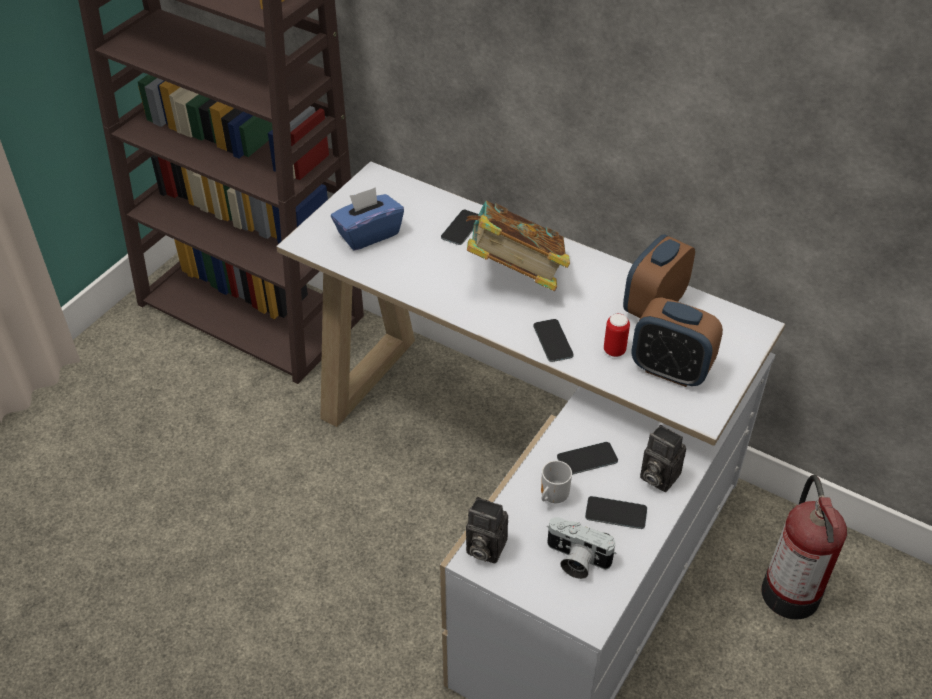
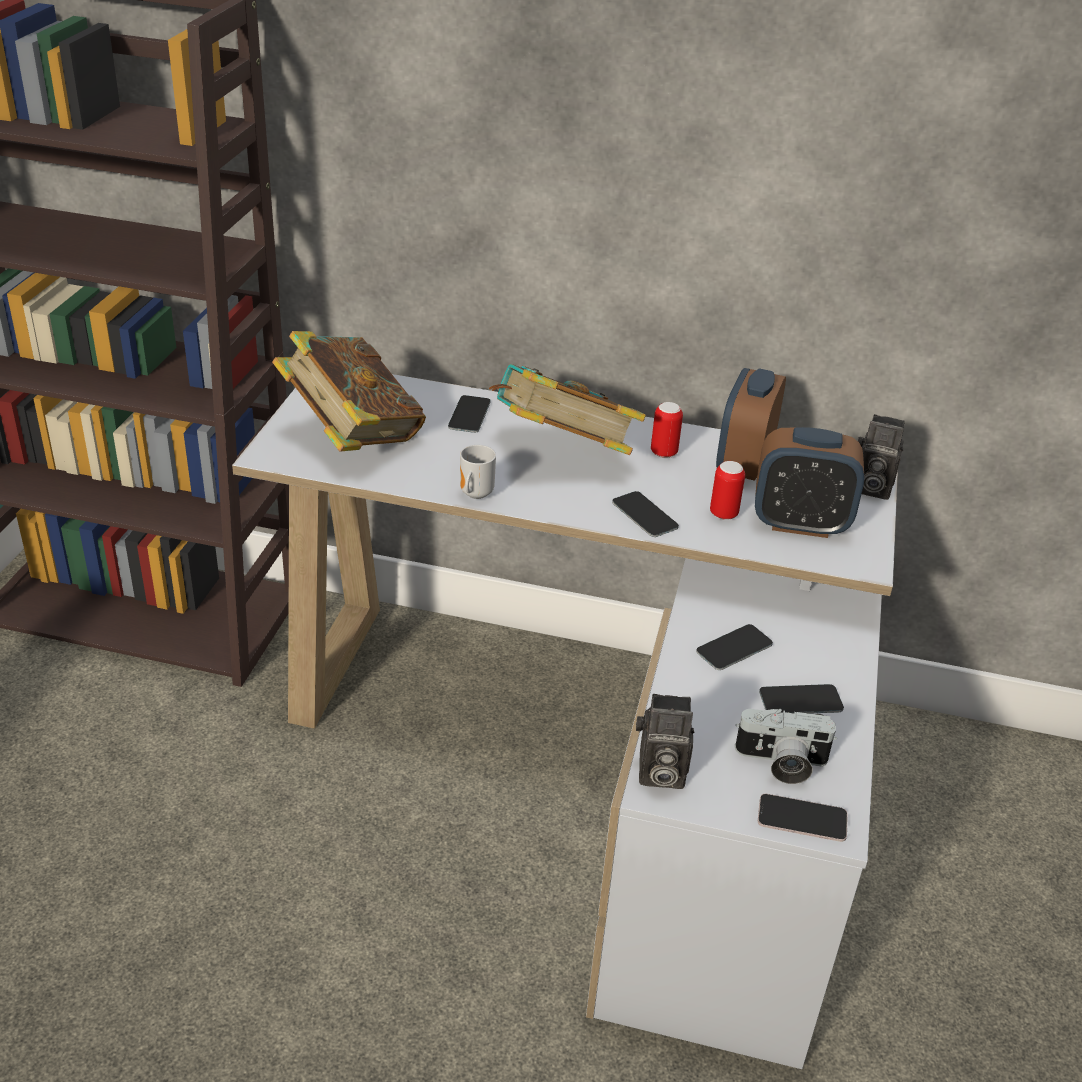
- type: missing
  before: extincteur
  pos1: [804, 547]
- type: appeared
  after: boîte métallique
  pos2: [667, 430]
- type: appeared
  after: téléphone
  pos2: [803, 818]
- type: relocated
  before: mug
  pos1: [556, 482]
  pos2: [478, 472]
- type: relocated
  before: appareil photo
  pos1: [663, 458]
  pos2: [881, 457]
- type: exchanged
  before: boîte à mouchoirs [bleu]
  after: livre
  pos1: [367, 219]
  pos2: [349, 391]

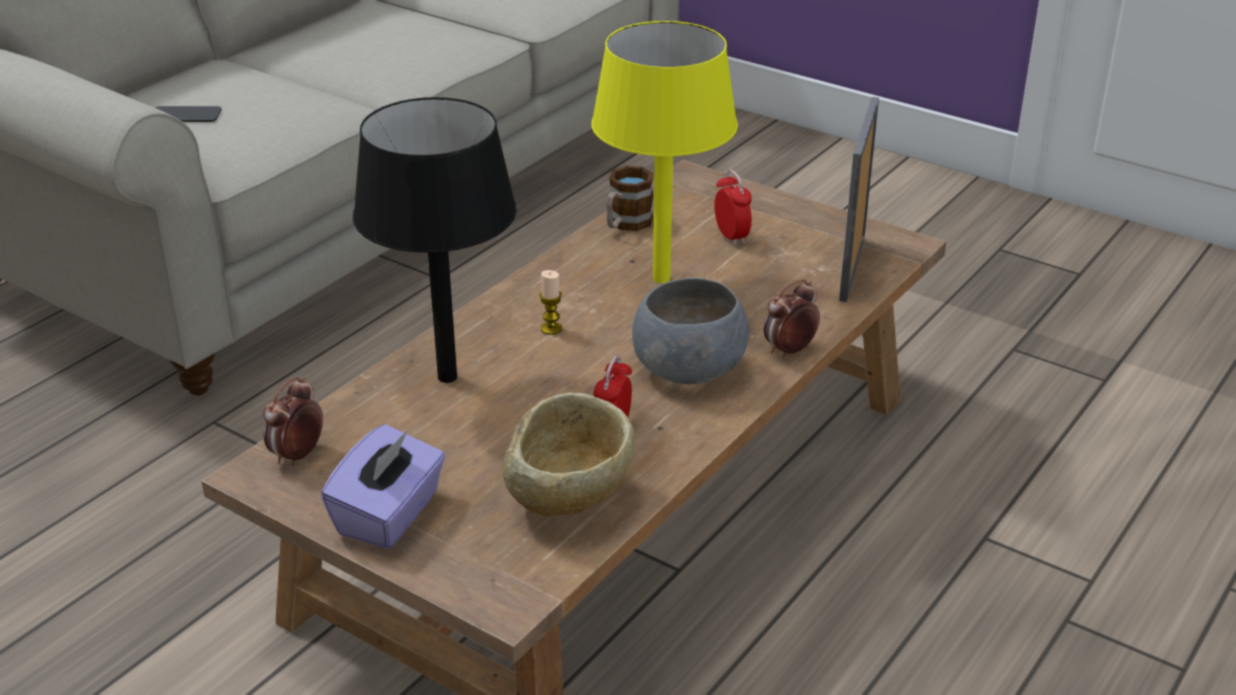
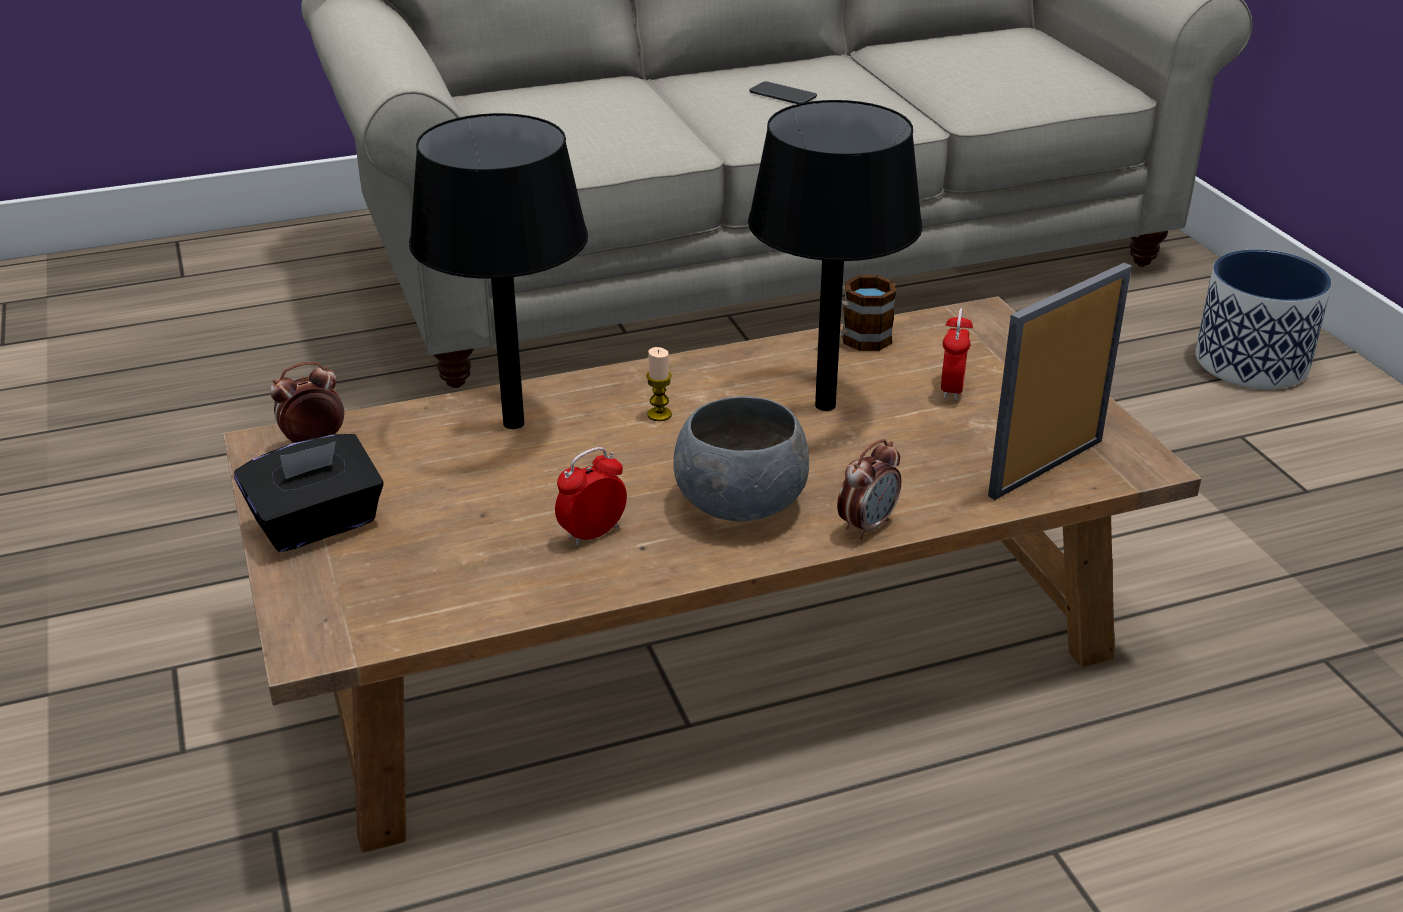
- type: missing
  before: bol [beige]
  pos1: [568, 455]
- type: appeared
  after: cache-pot
  pos2: [1264, 319]
- type: relocated
  before: téléphone
  pos1: [189, 114]
  pos2: [783, 92]
- type: colour
  before: boîte à mouchoirs [violet]
  after: boîte à mouchoirs [noir]
  pos1: [383, 486]
  pos2: [309, 493]
- type: colour
  before: lampe de table [jaune]
  after: lampe de table [noir]
  pos1: [664, 152]
  pos2: [835, 255]
- type: spun
  before: réveil
  pos1: [792, 318]
  pos2: [869, 489]
  turn: 135

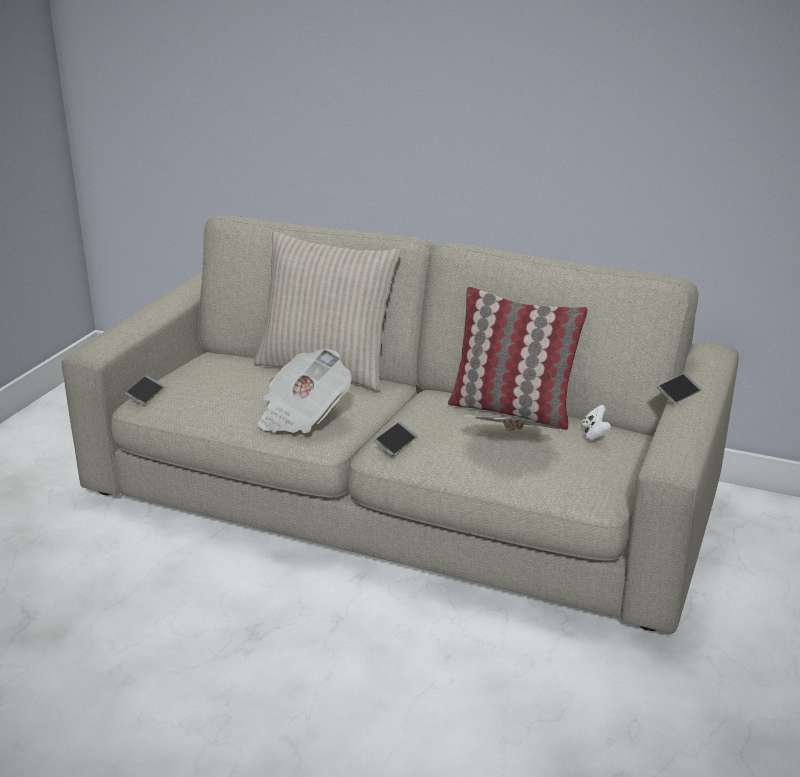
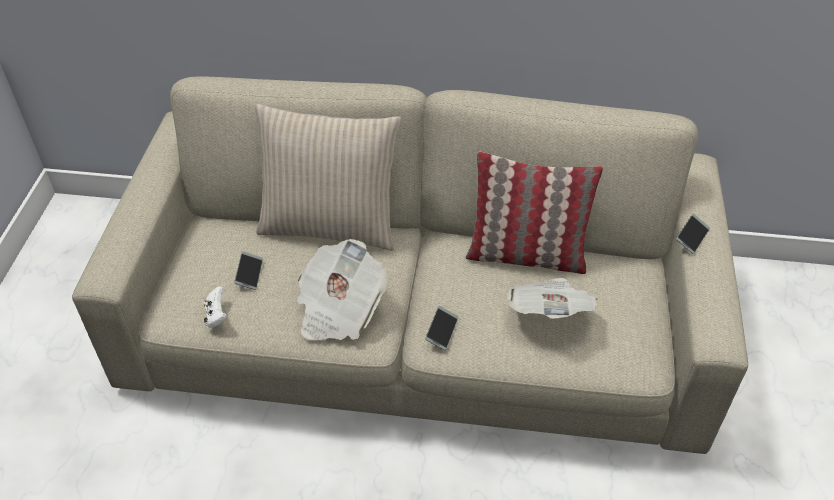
- type: relocated
  before: téléphone
  pos1: [144, 390]
  pos2: [248, 270]
- type: relocated
  before: manette [blanc]
  pos1: [596, 422]
  pos2: [215, 307]

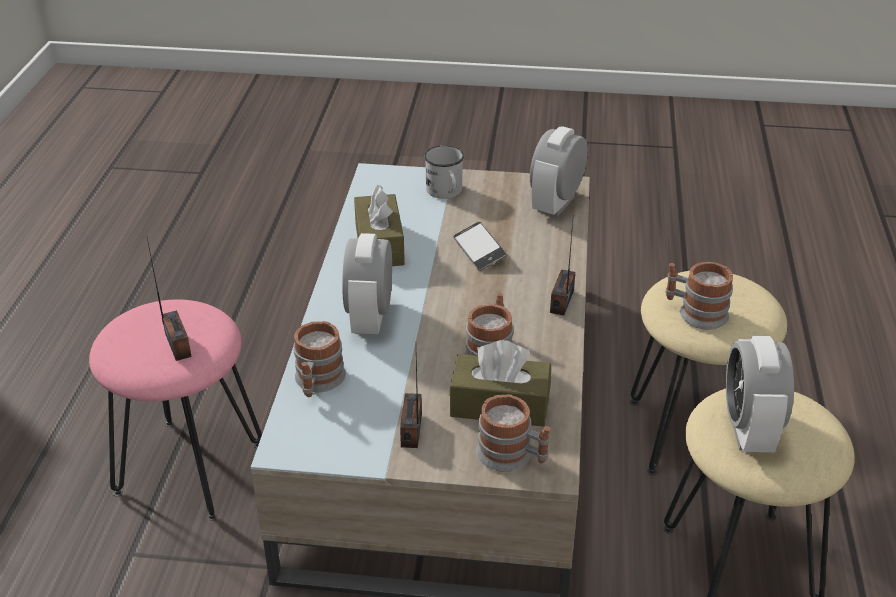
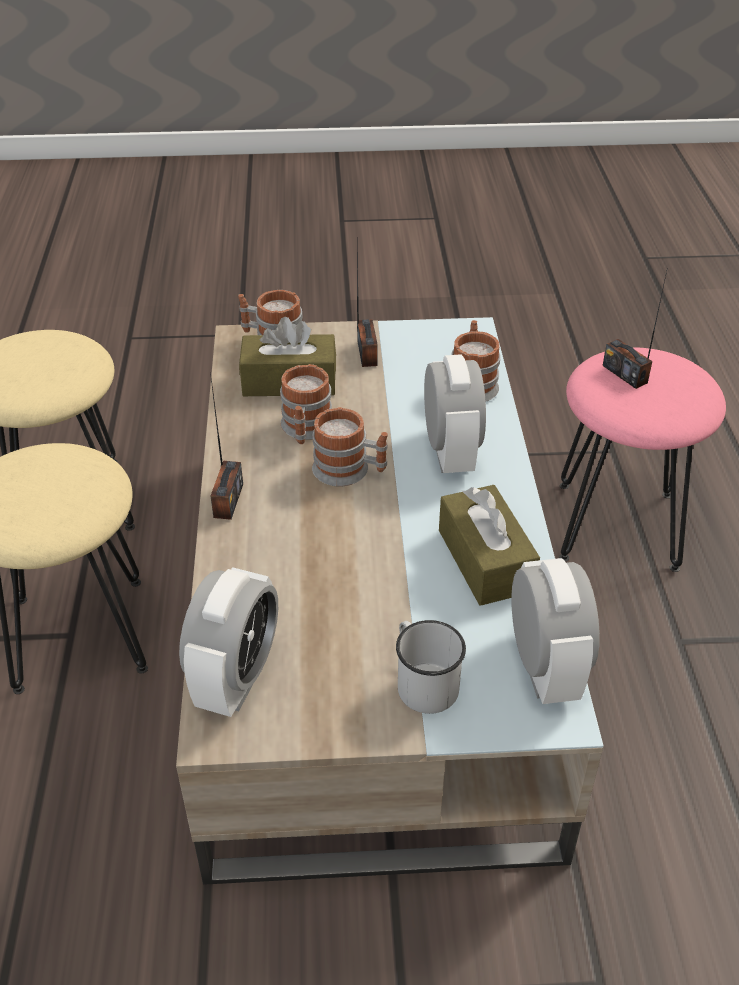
- type: missing
  before: téléphone
  pos1: [480, 246]
- type: relocated
  before: mug
  pos1: [699, 296]
  pos2: [350, 447]
- type: relocated
  before: réveil
  pos1: [760, 394]
  pos2: [555, 631]

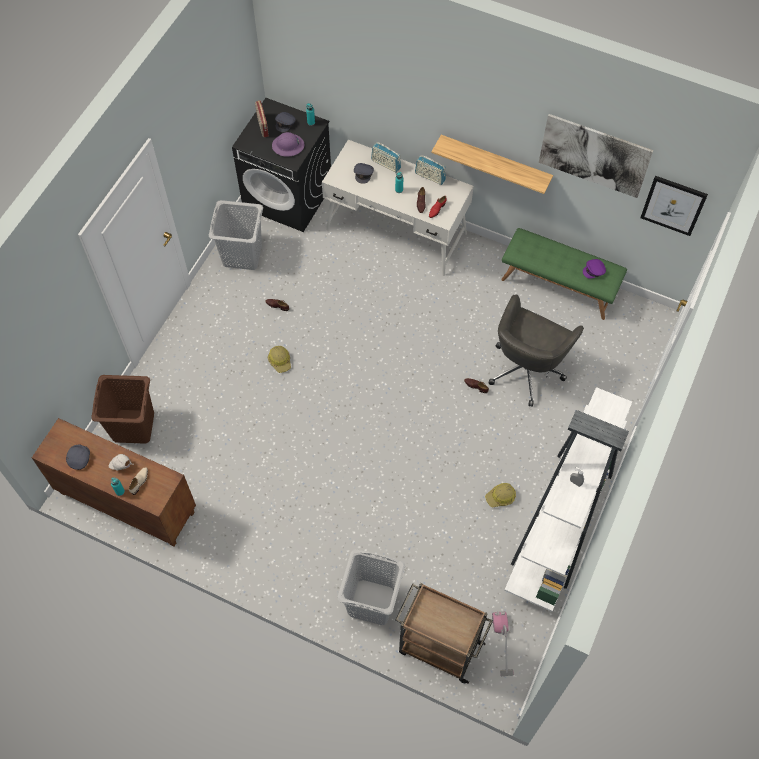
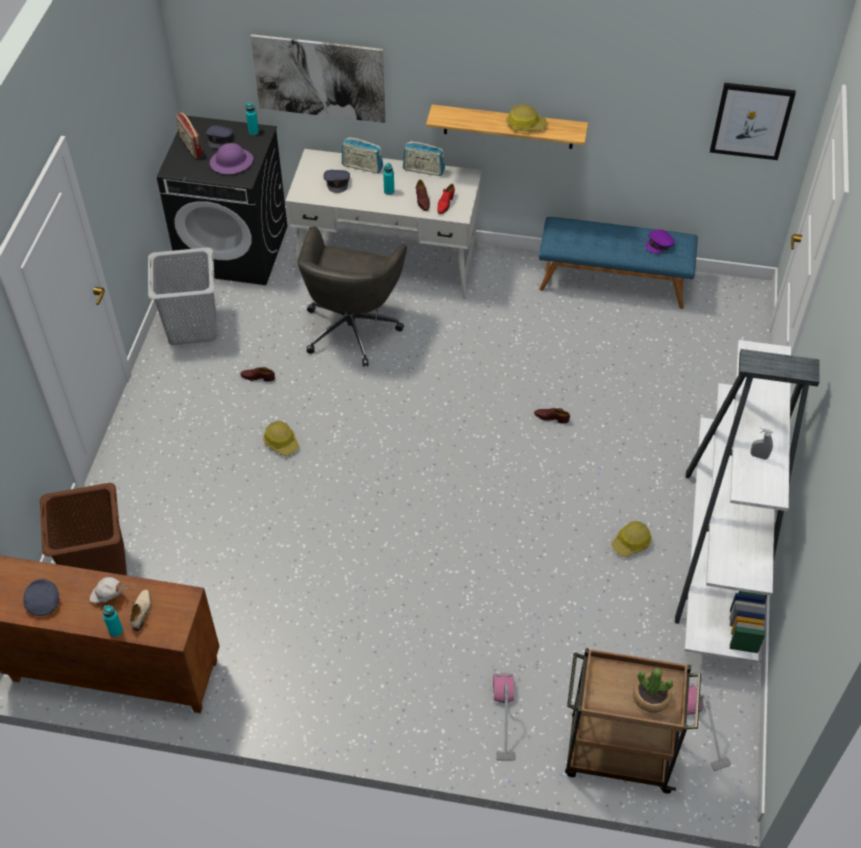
- type: appeared
  after: casque de chantier
  pos2: [527, 117]
- type: appeared
  after: plante en pot
  pos2: [653, 690]
- type: relocated
  before: chaise de bureau [gris]
  pos1: [536, 351]
  pos2: [352, 296]
- type: relocated
  before: tableau
  pos1: [596, 156]
  pos2: [317, 78]
- type: exchanged
  before: panier à linge [gris]
  after: aspirateur
  pos1: [371, 587]
  pos2: [504, 716]
- type: colour
  before: banc [vert]
  after: banc [bleu]
  pos1: [564, 274]
  pos2: [618, 263]

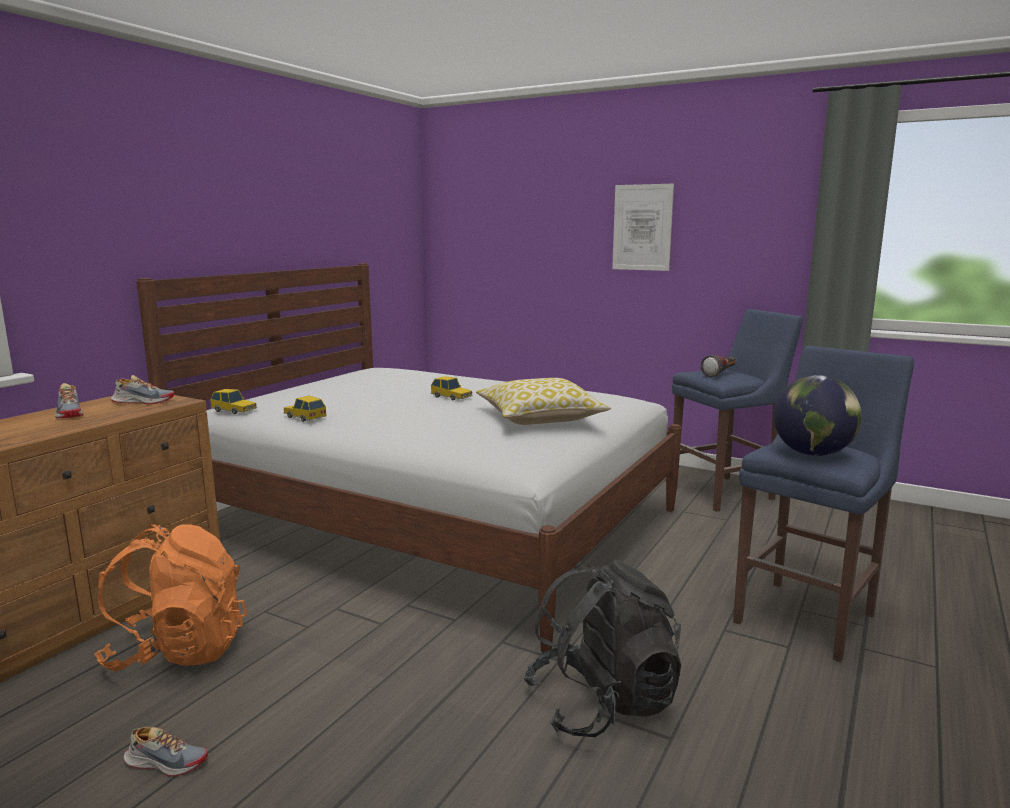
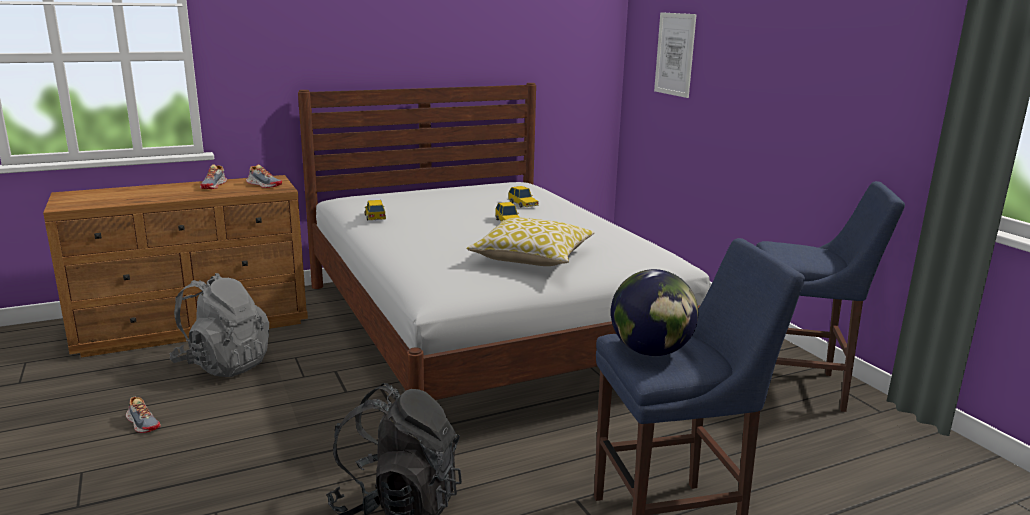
- type: missing
  before: lampe de poche
  pos1: [719, 366]
- type: relocated
  before: petite voiture
  pos1: [233, 401]
  pos2: [523, 196]
- type: relocated
  before: tableau
  pos1: [643, 227]
  pos2: [675, 55]
- type: colour
  before: sac à dos [orange]
  after: sac à dos [gris]
  pos1: [170, 598]
  pos2: [219, 325]

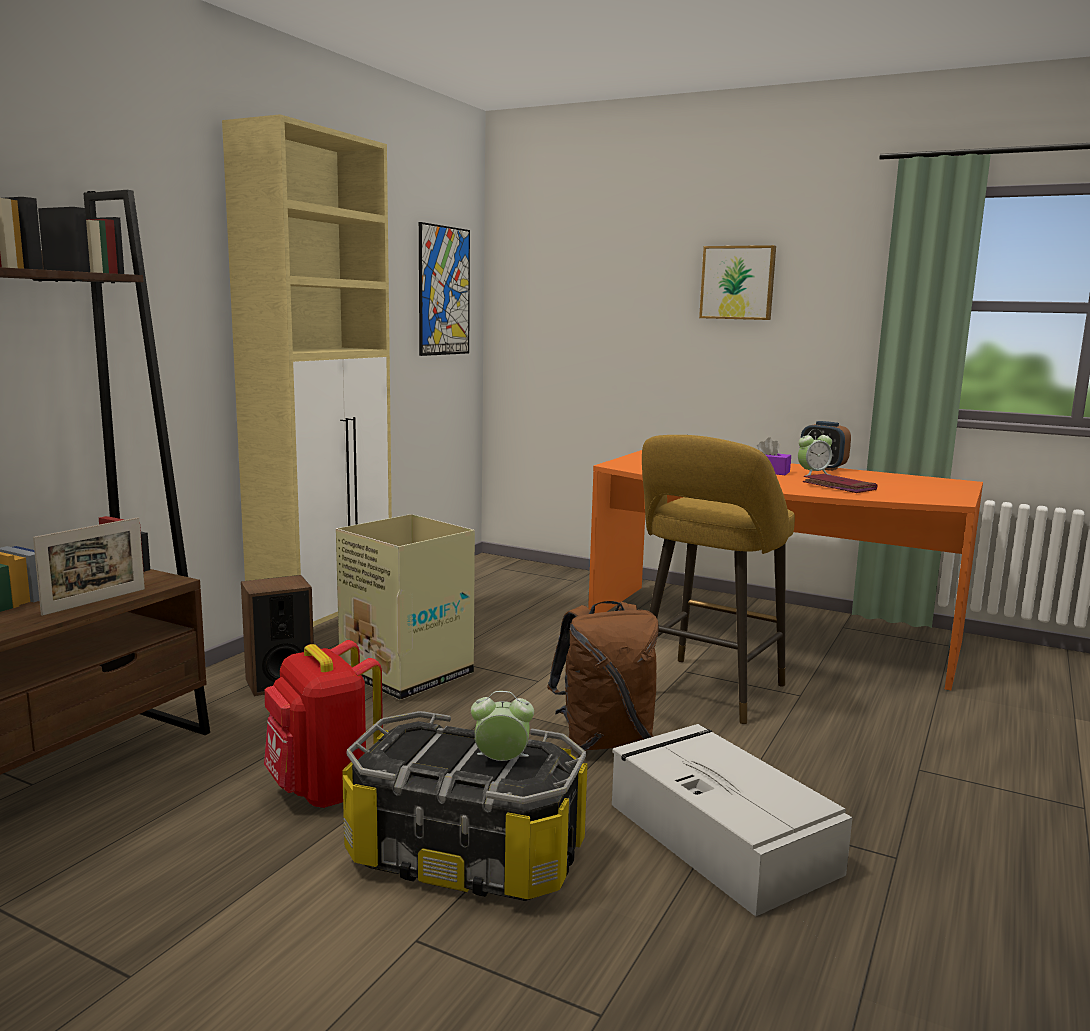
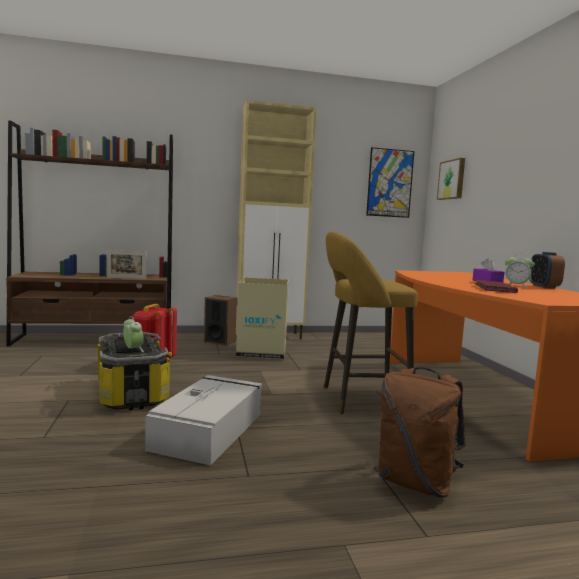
- type: relocated
  before: sac à dos [marron]
  pos1: [603, 675]
  pos2: [422, 432]
- type: relocated
  before: tableau
  pos1: [737, 282]
  pos2: [451, 179]

